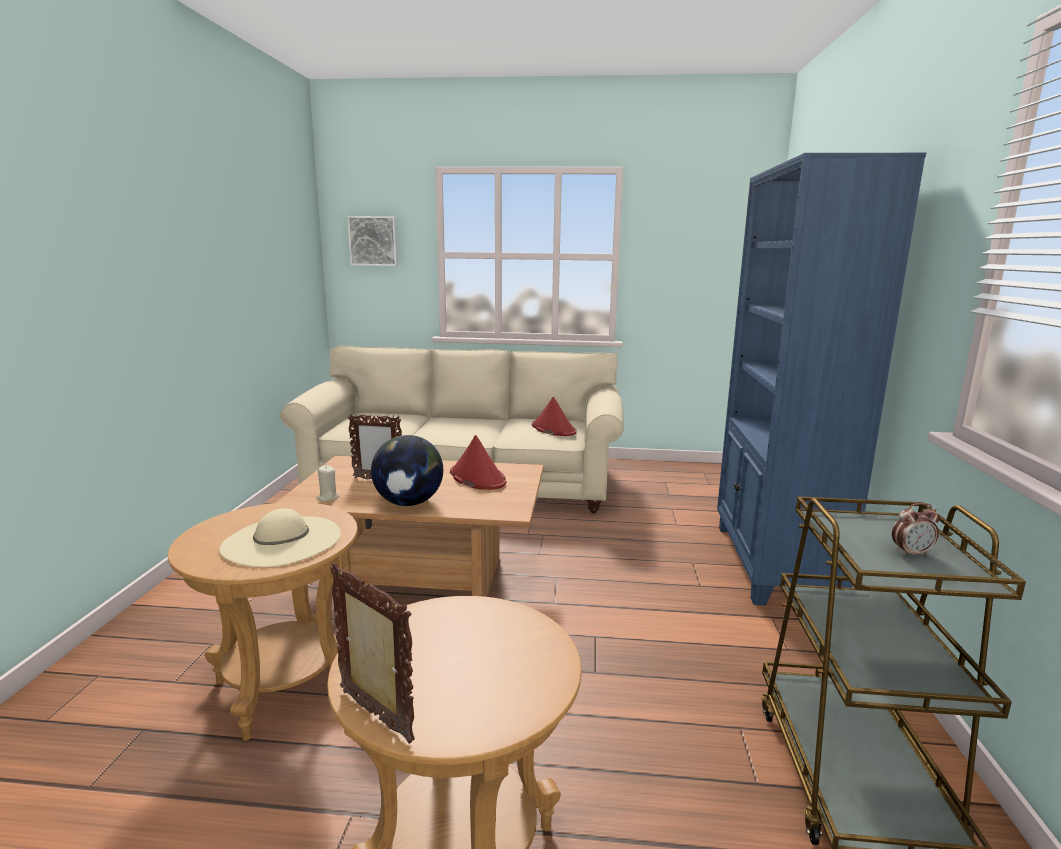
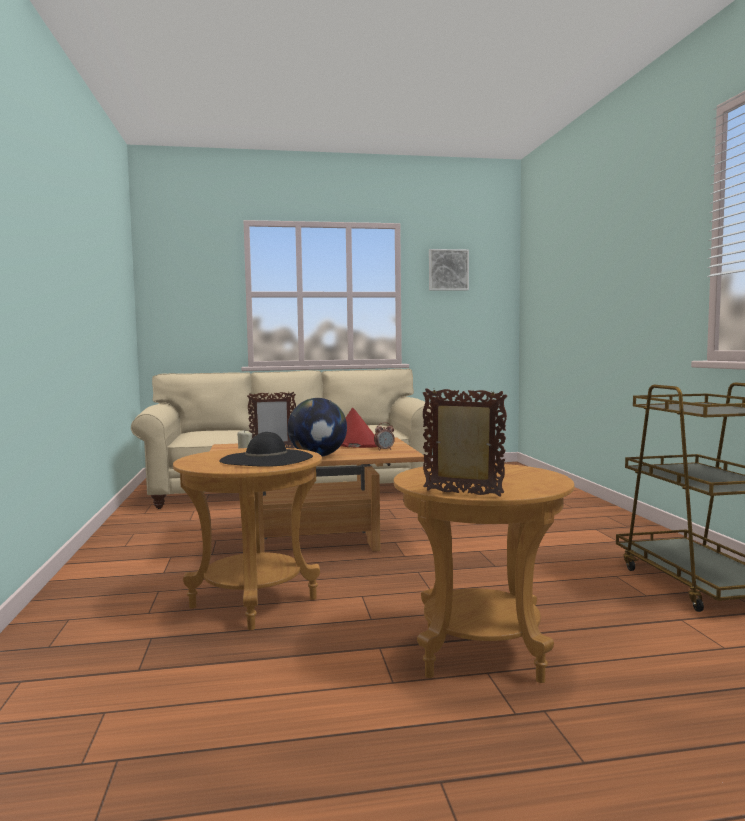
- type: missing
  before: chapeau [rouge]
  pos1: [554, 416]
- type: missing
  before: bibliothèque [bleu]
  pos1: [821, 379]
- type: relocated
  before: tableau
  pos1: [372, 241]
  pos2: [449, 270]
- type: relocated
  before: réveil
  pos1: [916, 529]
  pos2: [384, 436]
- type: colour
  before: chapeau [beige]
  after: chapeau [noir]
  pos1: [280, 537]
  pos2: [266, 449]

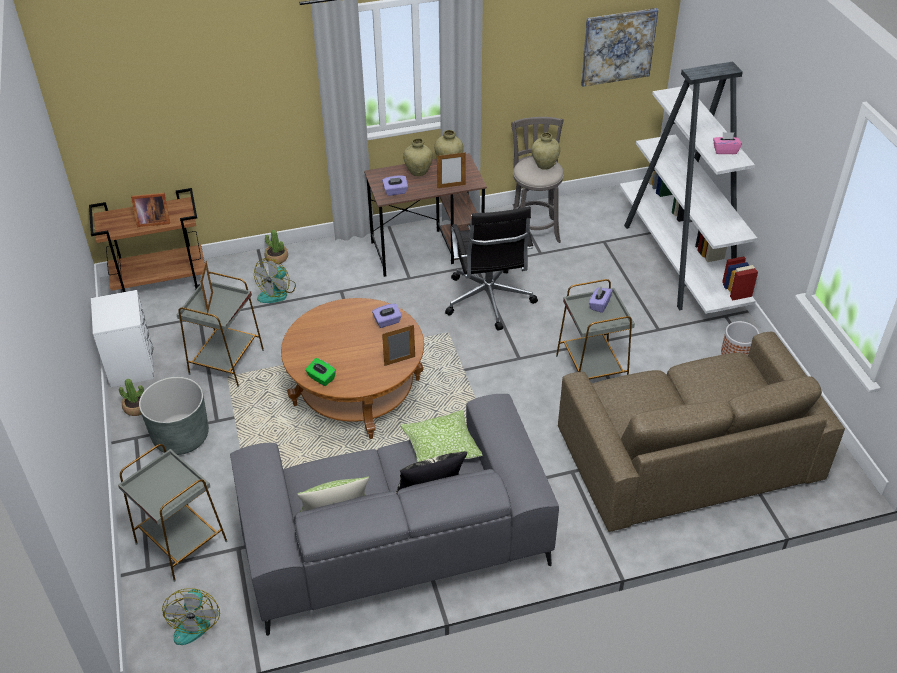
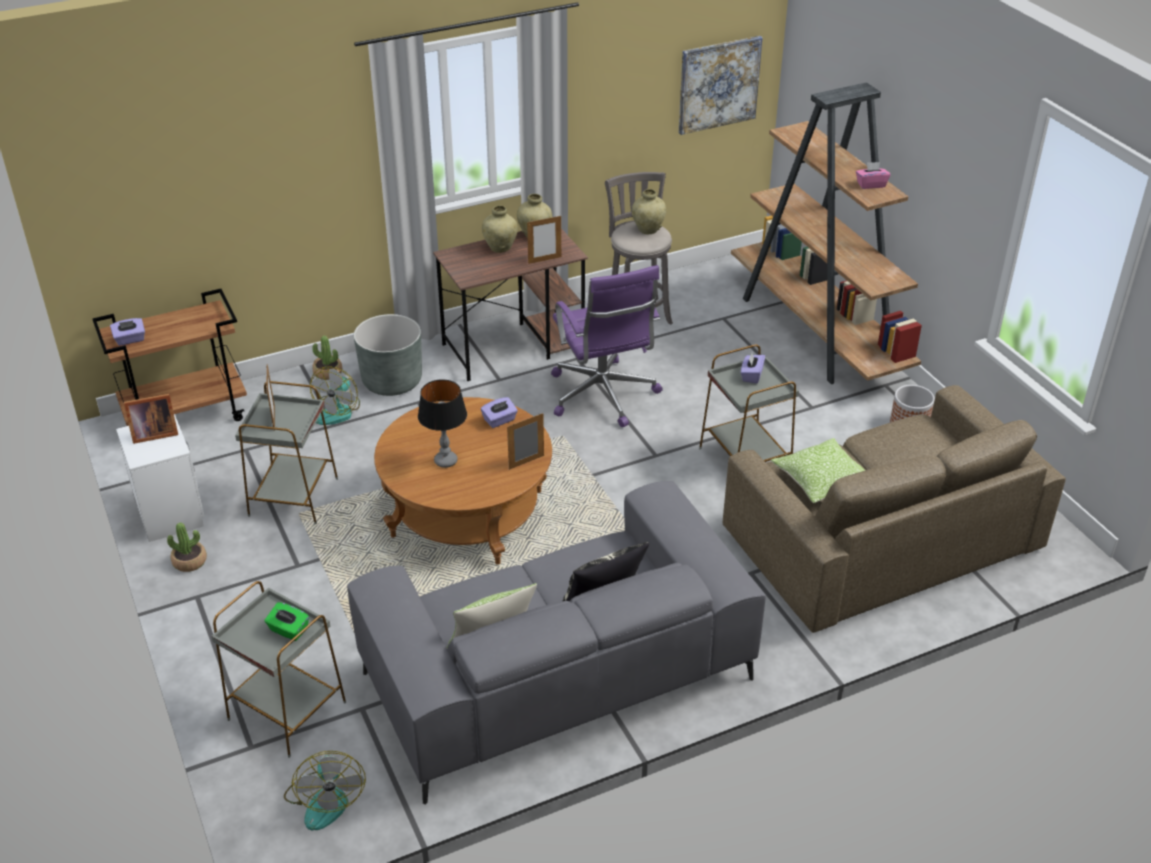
- type: appeared
  after: lampe de table
  pos2: [442, 423]
- type: relocated
  before: cadre photo
  pos1: [150, 210]
  pos2: [151, 419]
- type: relocated
  before: cache-pot [gris]
  pos1: [174, 416]
  pos2: [388, 355]
- type: relocated
  before: boîte à mouchoirs [vert]
  pos1: [320, 372]
  pos2: [287, 621]
- type: relocated
  before: boîte à mouchoirs [violet]
  pos1: [395, 185]
  pos2: [127, 332]
- type: relocated
  before: coussin
  pos1: [441, 436]
  pos2: [818, 470]
- type: colour
  before: chaise de bureau [noir]
  after: chaise de bureau [violet]
  pos1: [491, 268]
  pos2: [607, 346]
- type: colour
  before: bibliothèque [blanc]
  after: bibliothèque [marron]
  pos1: [688, 188]
  pos2: [826, 233]

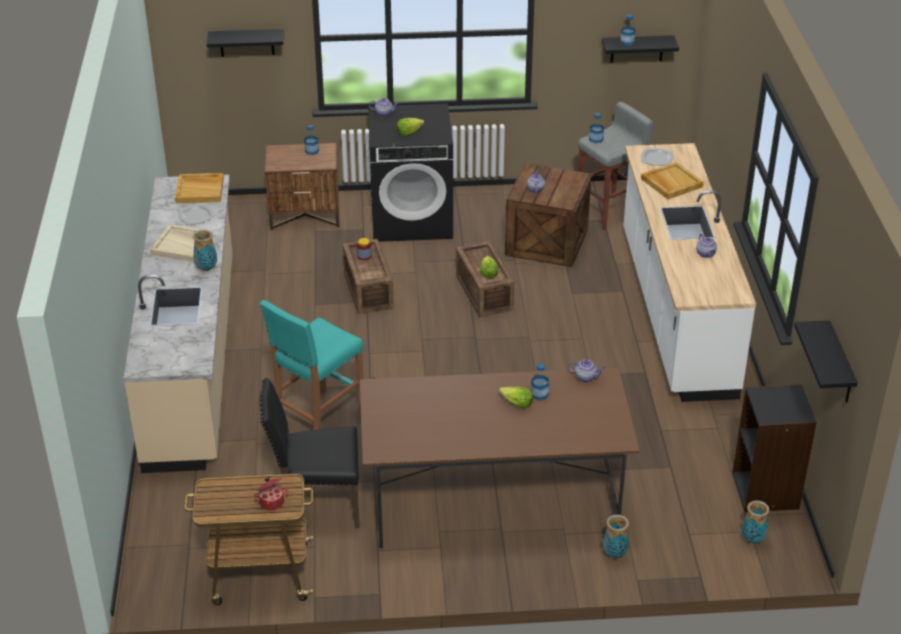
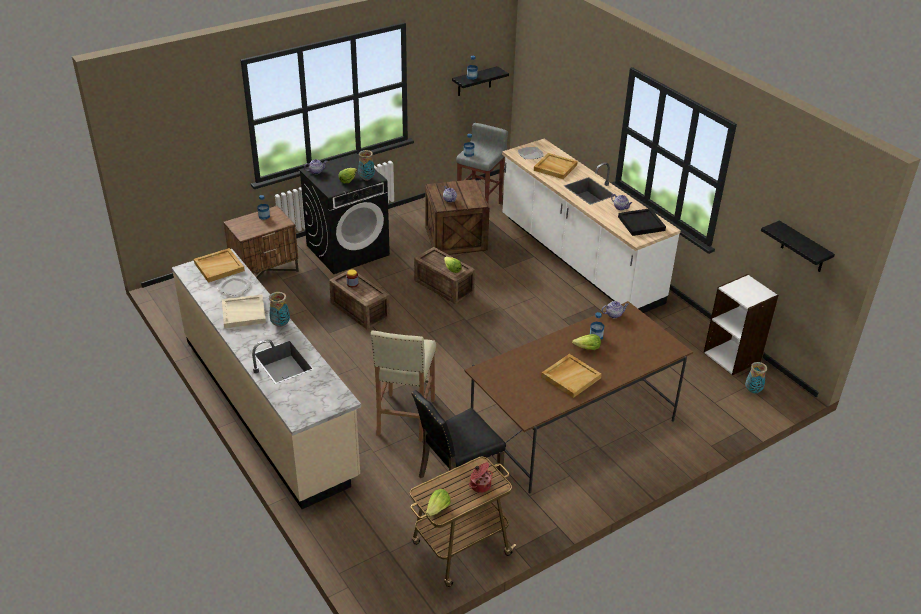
- type: missing
  before: étagère [noir]
  pos1: [245, 43]
- type: appeared
  after: laitue
  pos2: [438, 503]
- type: appeared
  after: plateau [beige]
  pos2: [571, 376]
- type: appeared
  after: plateau [noir]
  pos2: [642, 222]
- type: relocated
  before: vase
  pos1: [616, 536]
  pos2: [366, 165]
- type: colour
  before: tabouret [turquoise]
  after: tabouret [beige]
  pos1: [312, 365]
  pos2: [403, 385]
- type: colour
  before: bibliothèque [noir]
  after: bibliothèque [blanc]
  pos1: [774, 448]
  pos2: [741, 324]

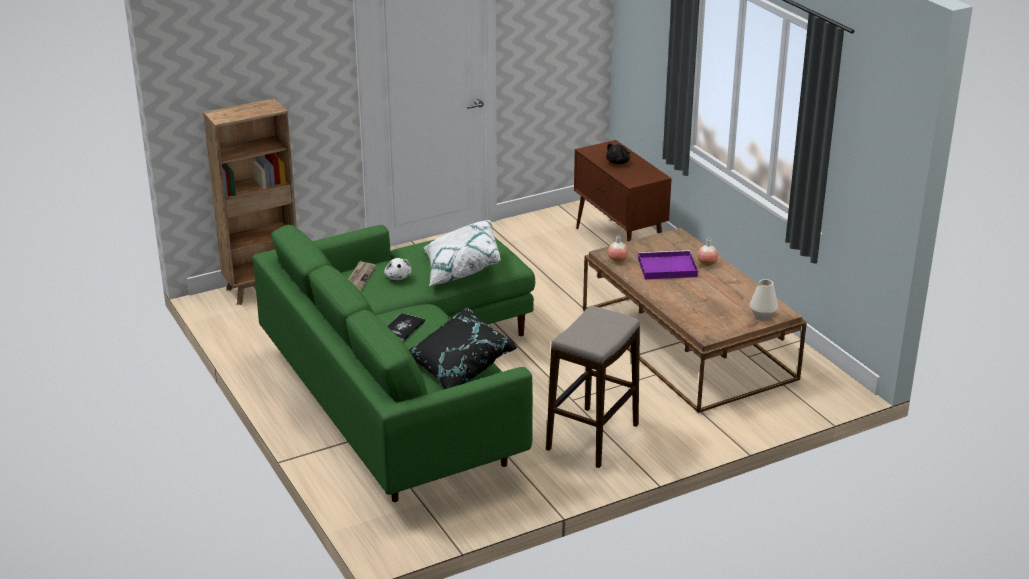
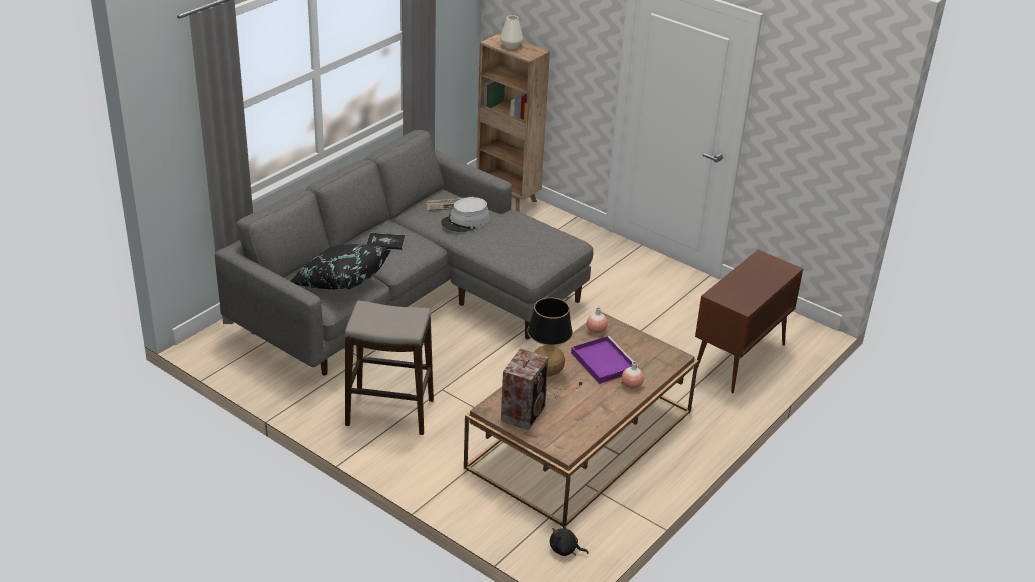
- type: missing
  before: coussin [blanc]
  pos1: [462, 253]
- type: appeared
  after: enceinte
  pos2: [525, 389]
- type: appeared
  after: lampe de table
  pos2: [555, 349]
- type: relocated
  before: peluche [noir]
  pos1: [618, 153]
  pos2: [569, 539]
- type: relocated
  before: vase [blanc]
  pos1: [764, 299]
  pos2: [511, 32]
- type: exchanged
  before: peluche [blanc]
  after: chapeau [gris]
  pos1: [397, 269]
  pos2: [465, 214]
- type: colour
  before: canapé [vert]
  after: canapé [gris]
  pos1: [394, 363]
  pos2: [404, 253]

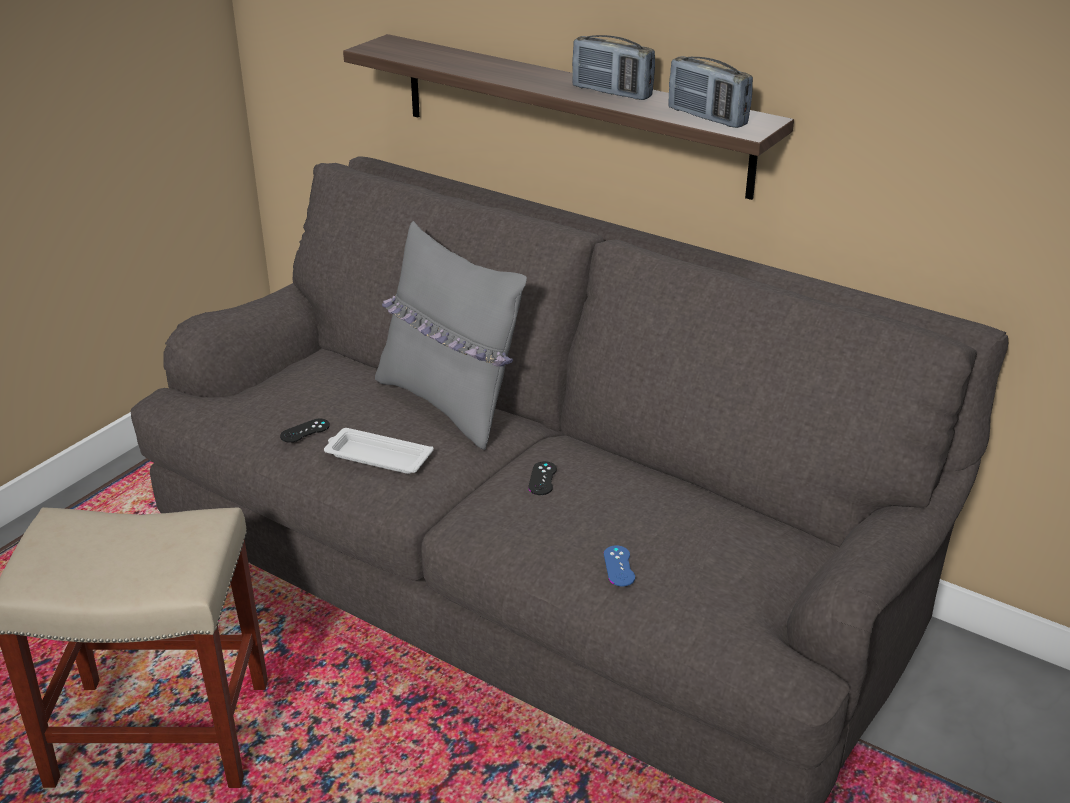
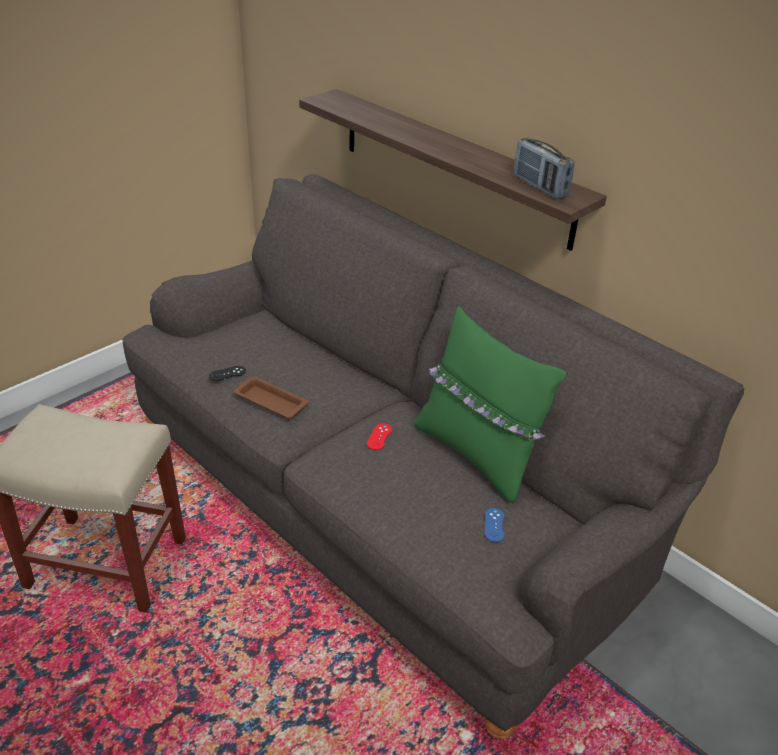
- type: missing
  before: coussin [gris]
  pos1: [451, 335]
- type: missing
  before: radio
  pos1: [613, 67]
- type: appeared
  after: coussin [vert]
  pos2: [490, 404]
- type: relocated
  before: manette [bleu]
  pos1: [619, 565]
  pos2: [494, 525]
- type: colour
  before: plateau [blanc]
  after: plateau [marron]
  pos1: [378, 451]
  pos2: [271, 397]
- type: colour
  before: manette [noir]
  after: manette [rouge]
  pos1: [542, 478]
  pos2: [379, 437]

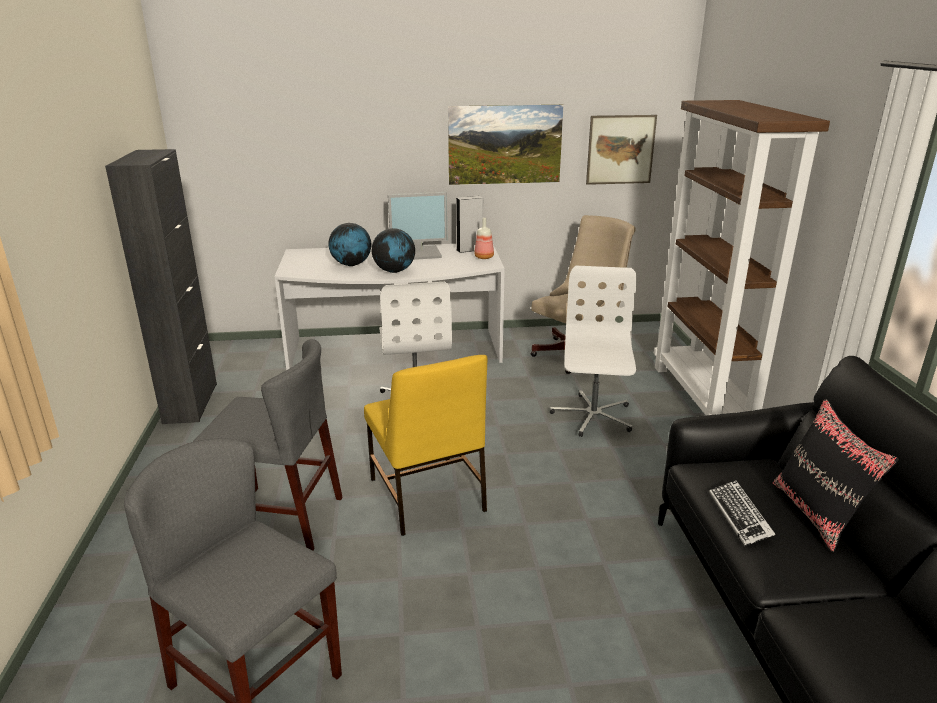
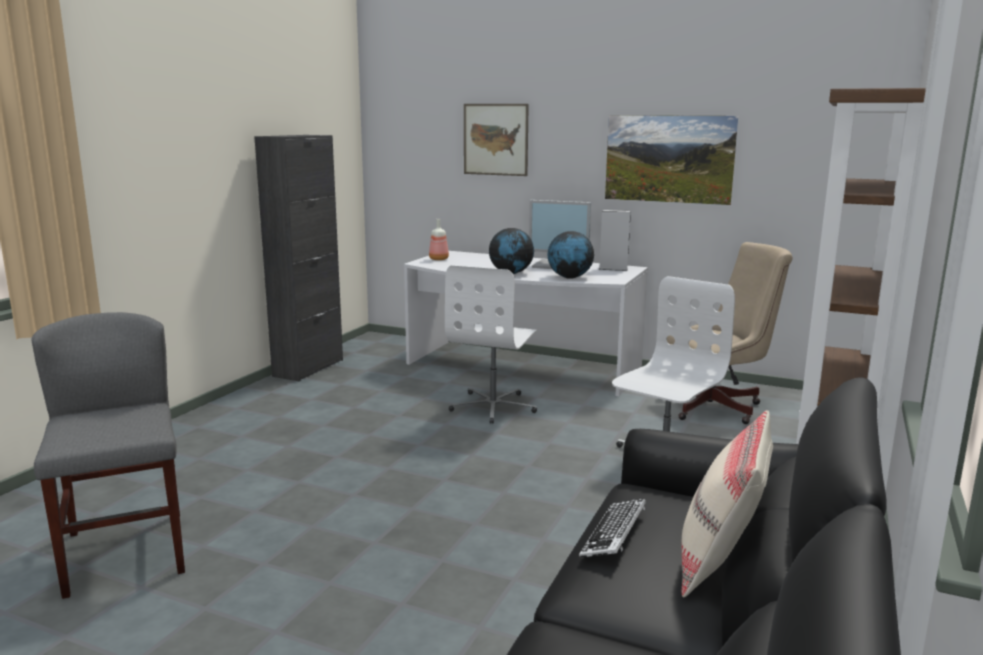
- type: missing
  before: chaise [gris]
  pos1: [267, 445]
- type: missing
  before: chaise [jaune]
  pos1: [425, 445]
- type: relocated
  before: globe
  pos1: [349, 244]
  pos2: [570, 255]
- type: relocated
  before: bouteille
  pos1: [484, 238]
  pos2: [439, 239]
- type: relocated
  before: tableau
  pos1: [621, 150]
  pos2: [496, 140]
- type: colour
  before: coussin [noir]
  after: coussin [beige]
  pos1: [836, 475]
  pos2: [727, 504]

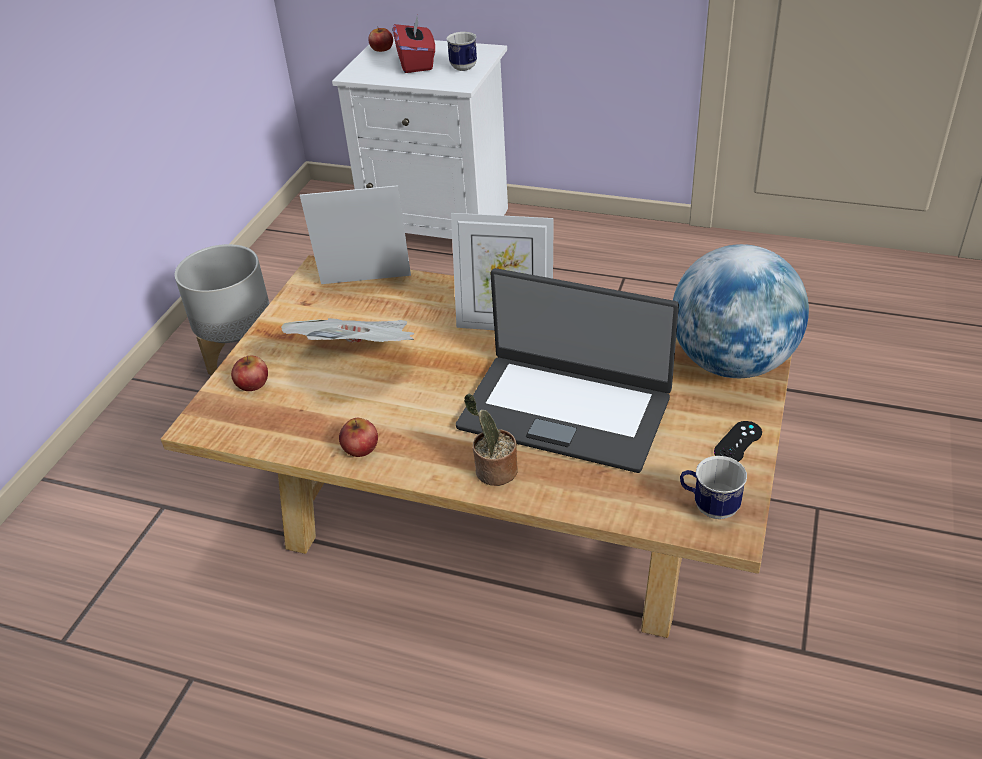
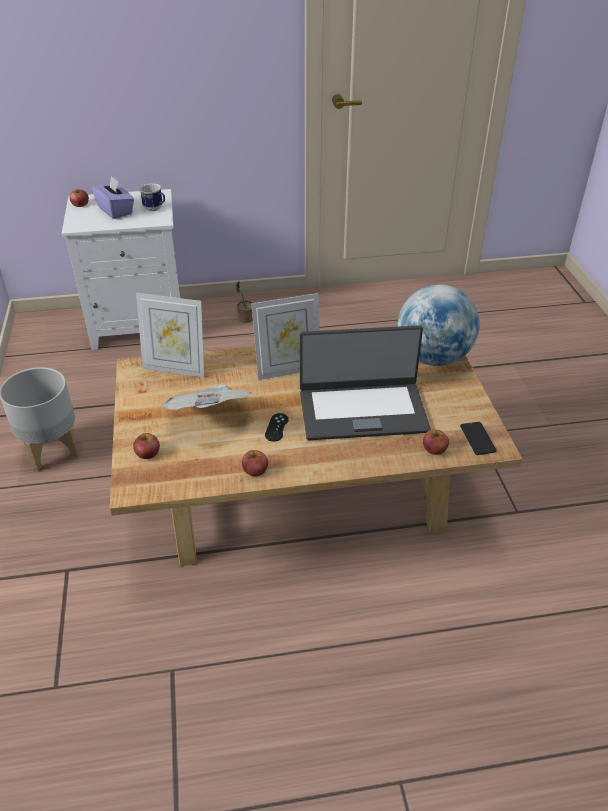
- type: appeared
  after: pomme
  pos2: [436, 442]
- type: relocated
  before: plante en pot
  pos1: [491, 439]
  pos2: [244, 302]
- type: relocated
  before: manette [noir]
  pos1: [738, 441]
  pos2: [277, 427]
- type: exchanged
  before: mug
  after: téléphone
  pos1: [713, 487]
  pos2: [478, 438]
- type: colour
  before: boîte à mouchoirs [rouge]
  after: boîte à mouchoirs [violet]
  pos1: [414, 43]
  pos2: [113, 197]
- type: spun
  before: cadre photo
  pos1: [355, 234]
  pos2: [170, 335]
  turn: -135

